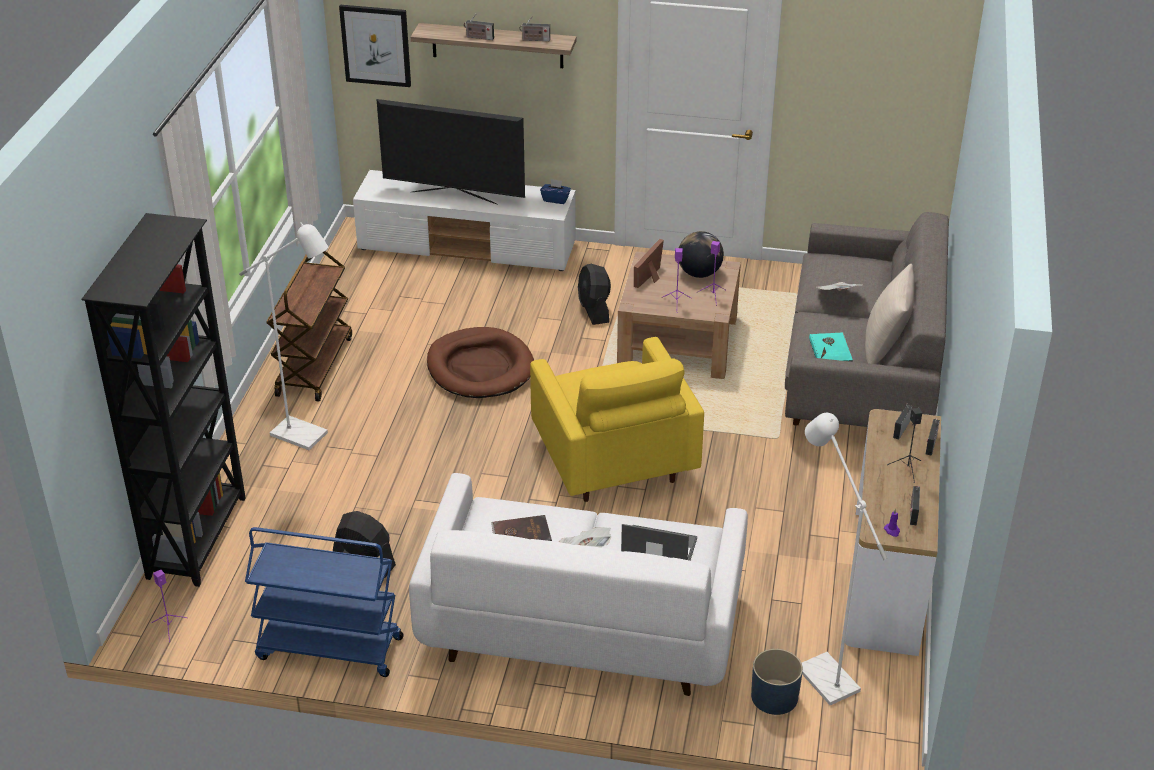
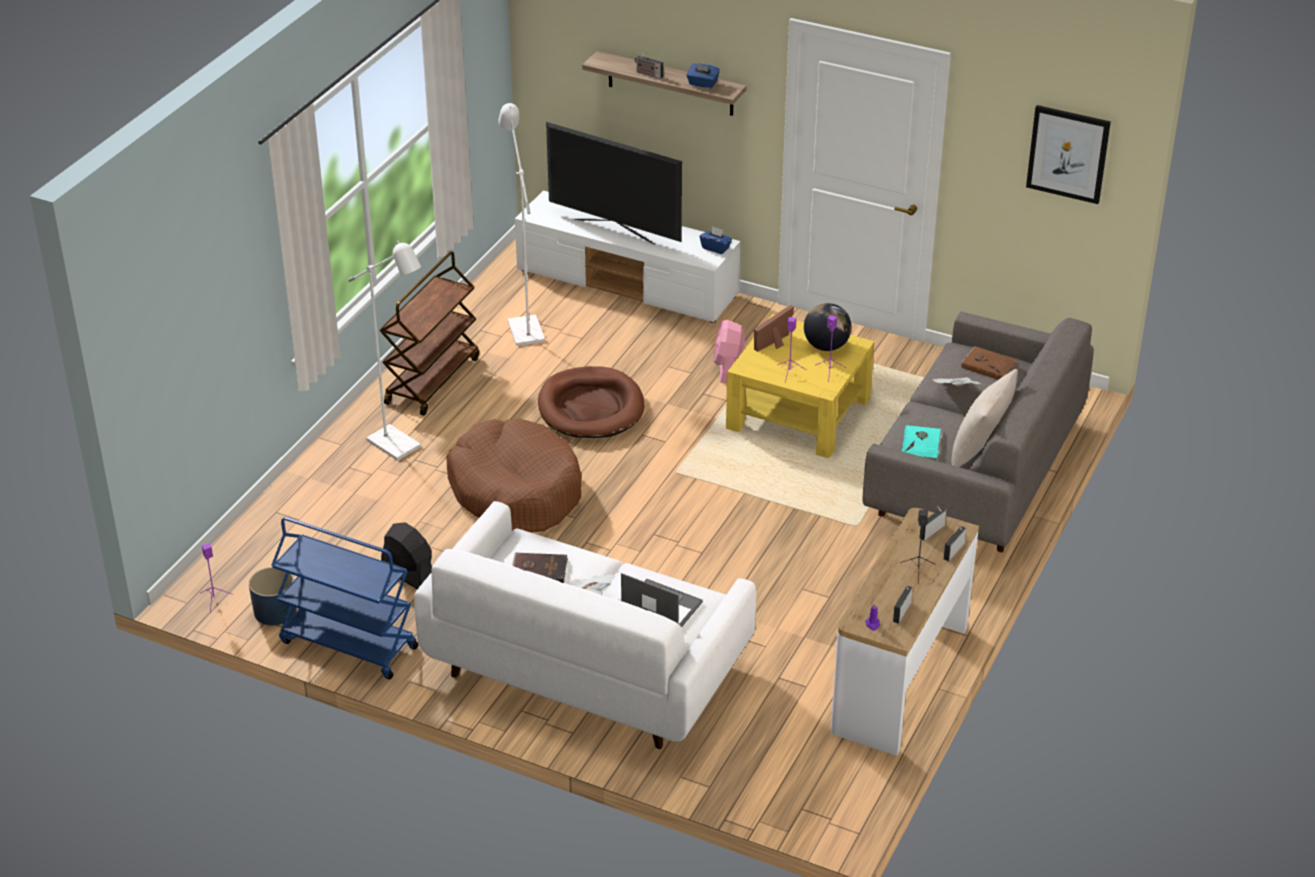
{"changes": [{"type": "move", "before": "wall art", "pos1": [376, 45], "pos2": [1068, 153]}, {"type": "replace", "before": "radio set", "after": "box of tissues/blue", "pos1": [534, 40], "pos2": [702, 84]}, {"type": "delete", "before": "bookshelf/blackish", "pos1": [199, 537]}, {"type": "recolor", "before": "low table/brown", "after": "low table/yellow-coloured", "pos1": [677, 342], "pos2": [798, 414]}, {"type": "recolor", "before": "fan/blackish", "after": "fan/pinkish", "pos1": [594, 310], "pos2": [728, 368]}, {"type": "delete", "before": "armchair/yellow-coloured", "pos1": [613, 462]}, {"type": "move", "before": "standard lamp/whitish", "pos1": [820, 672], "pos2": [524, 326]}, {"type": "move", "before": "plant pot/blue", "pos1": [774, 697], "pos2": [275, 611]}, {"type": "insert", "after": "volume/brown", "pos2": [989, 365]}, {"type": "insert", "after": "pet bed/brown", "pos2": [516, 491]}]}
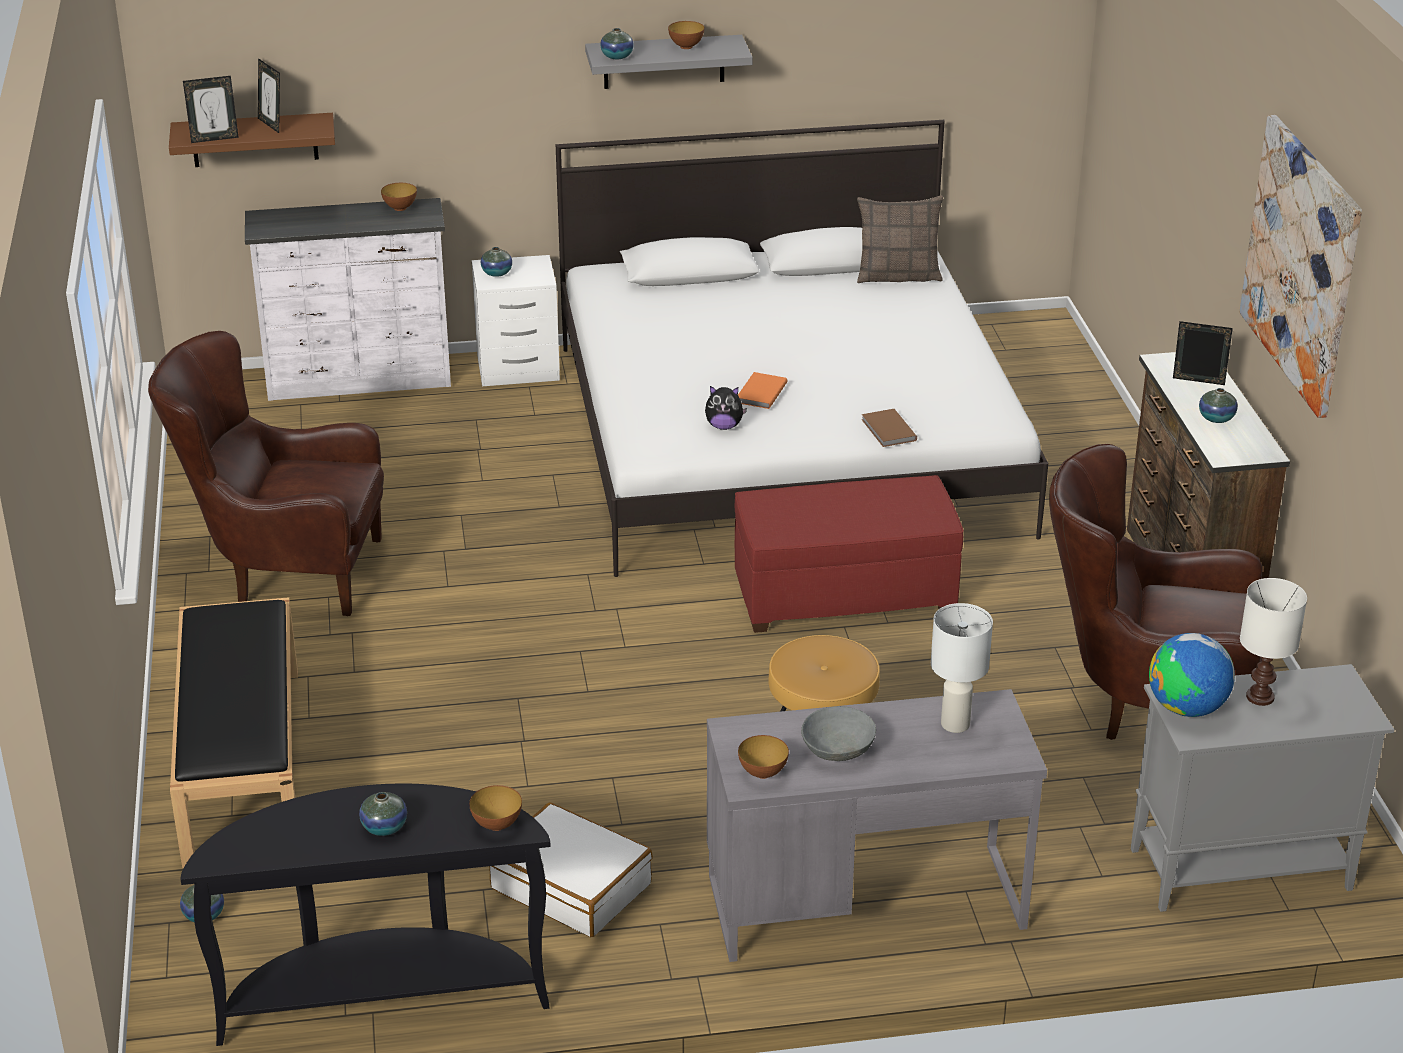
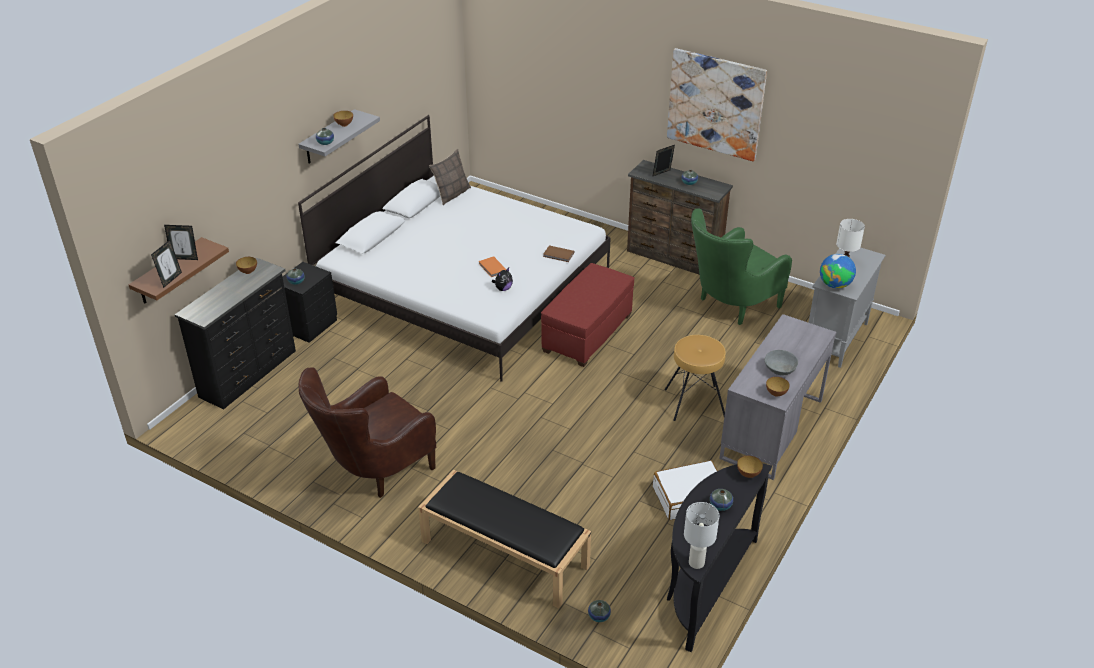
{"changes": [{"type": "recolor", "before": "dresser/whitish", "after": "dresser/blackish", "pos1": [360, 380], "pos2": [250, 374]}, {"type": "recolor", "before": "night table/whitish", "after": "night table/blackish", "pos1": [520, 369], "pos2": [311, 325]}, {"type": "recolor", "before": "armchair/brown", "after": "armchair/green", "pos1": [1144, 705], "pos2": [730, 306]}, {"type": "move", "before": "table lamp/whitish", "pos1": [956, 724], "pos2": [697, 562]}]}
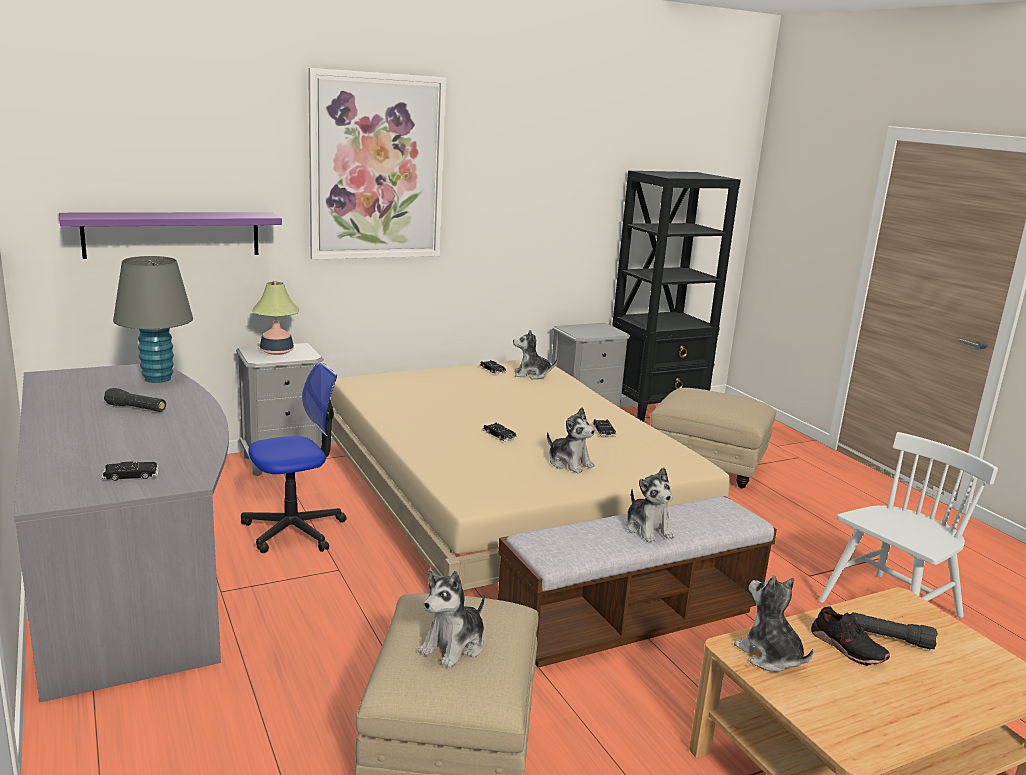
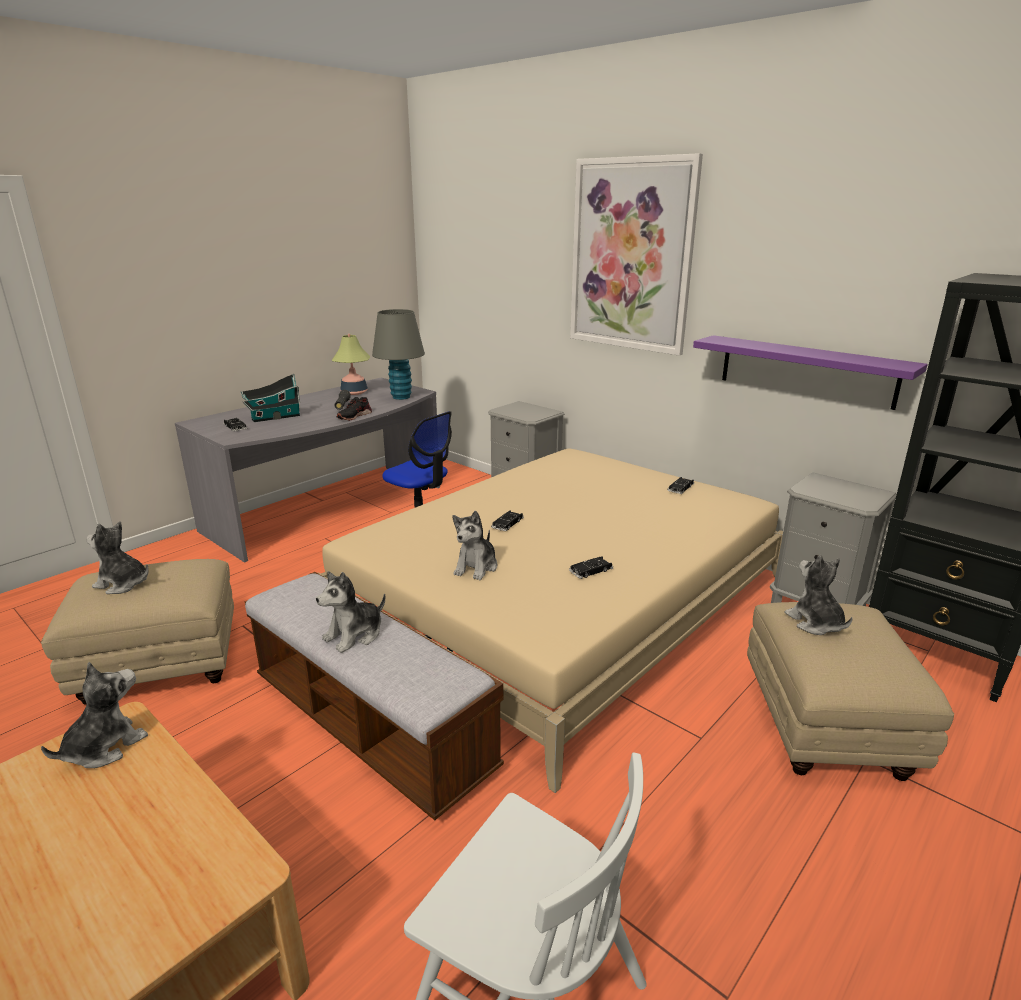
{"changes": [{"type": "move", "before": "wall shelf/purple-coloured", "pos1": [172, 234], "pos2": [806, 371]}, {"type": "move", "before": "table lamp", "pos1": [276, 351], "pos2": [354, 392]}, {"type": "move", "before": "cuddly toy", "pos1": [531, 375], "pos2": [815, 623]}, {"type": "move", "before": "shoe/blackish", "pos1": [846, 647], "pos2": [354, 416]}, {"type": "delete", "before": "torch/blackish", "pos1": [890, 638]}, {"type": "insert", "after": "model house", "pos2": [274, 417]}]}
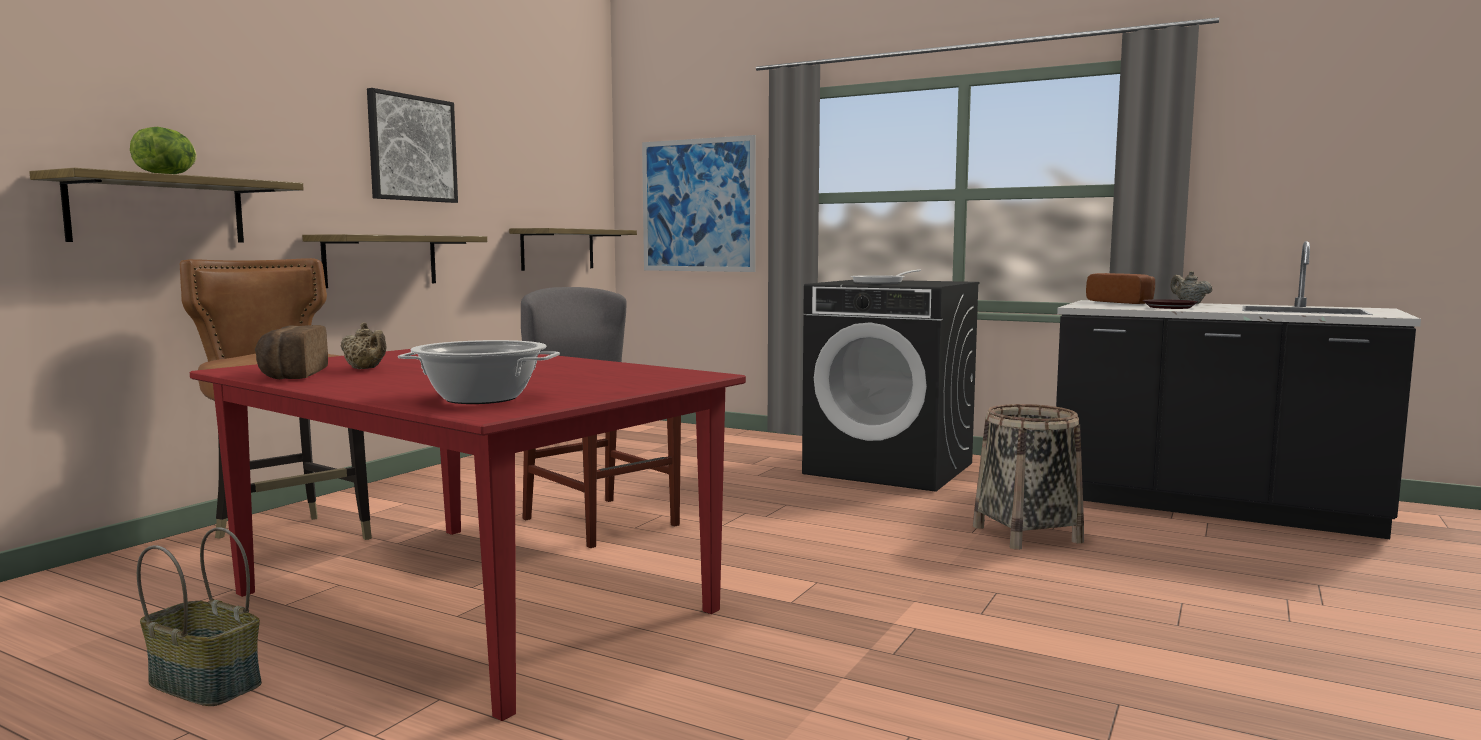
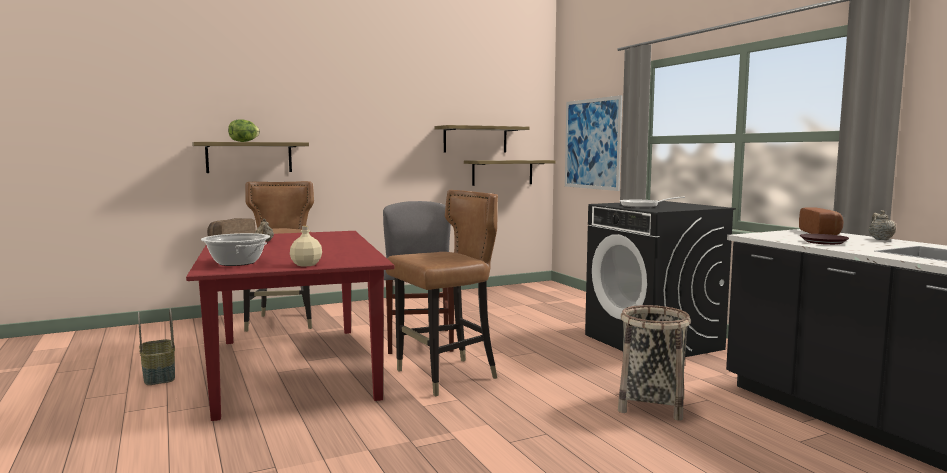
{"changes": [{"type": "delete", "before": "wall art", "pos1": [412, 148]}, {"type": "move", "before": "wall shelf", "pos1": [381, 260], "pos2": [475, 139]}, {"type": "insert", "after": "upright chair/brown", "pos2": [446, 376]}, {"type": "insert", "after": "beverage bottle/sand-coloured", "pos2": [306, 264]}]}
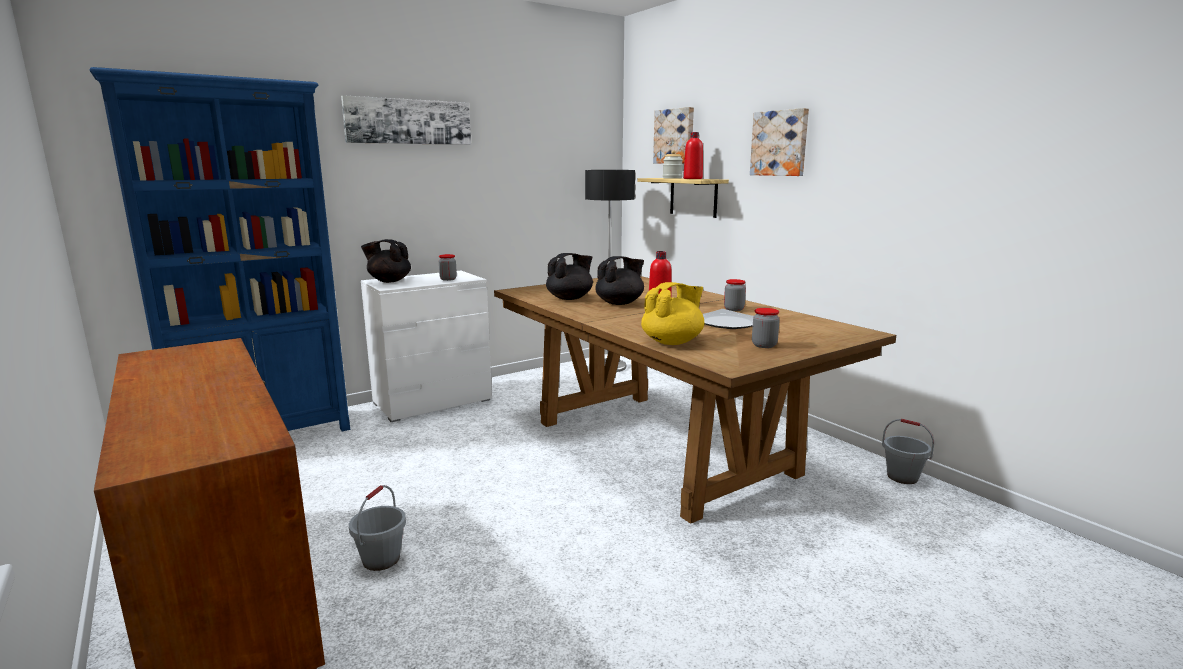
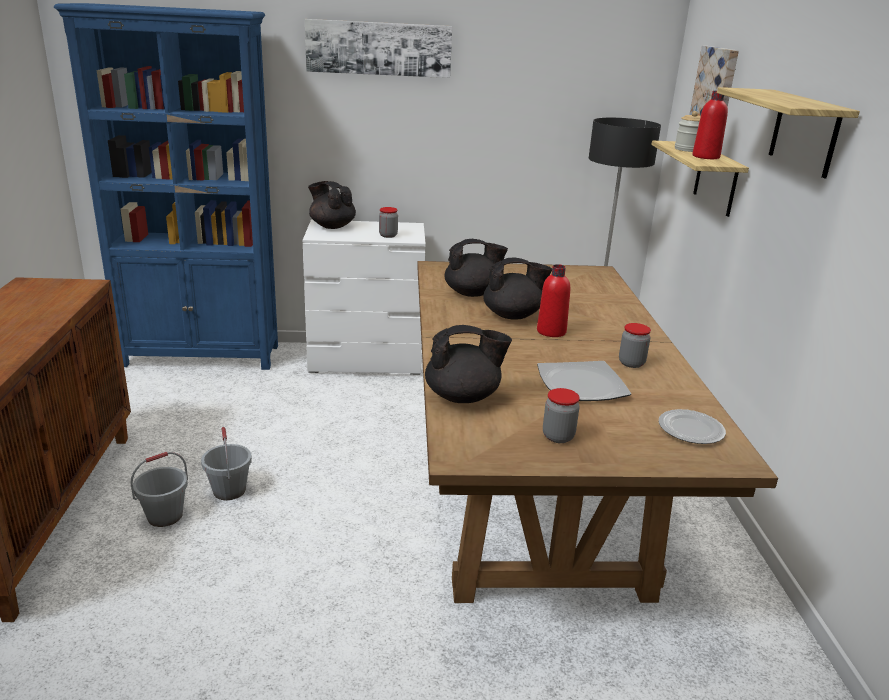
{"changes": [{"type": "replace", "before": "wall art", "after": "wall shelf", "pos1": [780, 143], "pos2": [804, 133]}, {"type": "recolor", "before": "tea pot/yellow-coloured", "after": "tea pot/blackish", "pos1": [673, 342], "pos2": [463, 397]}, {"type": "move", "before": "pail/greyish", "pos1": [902, 477], "pos2": [230, 490]}, {"type": "insert", "after": "dinner plate", "pos2": [691, 430]}]}
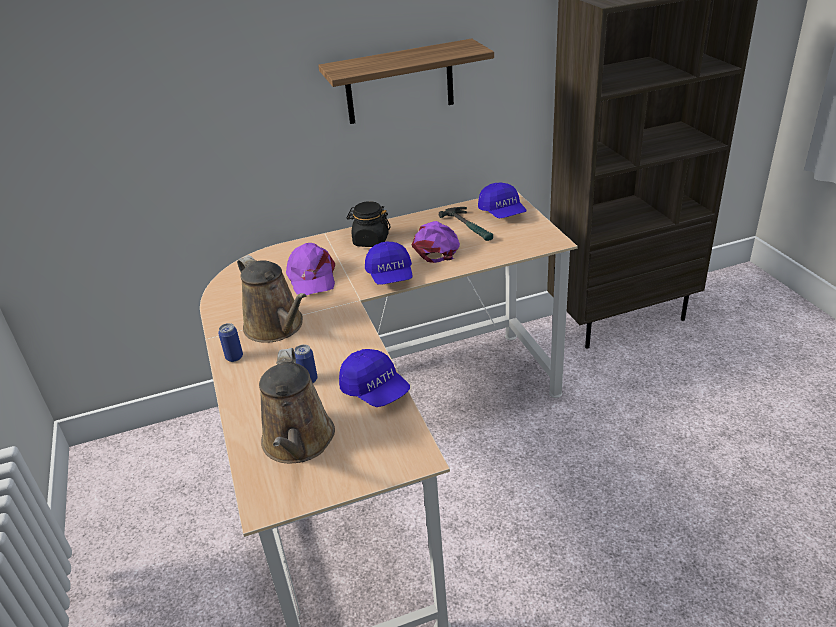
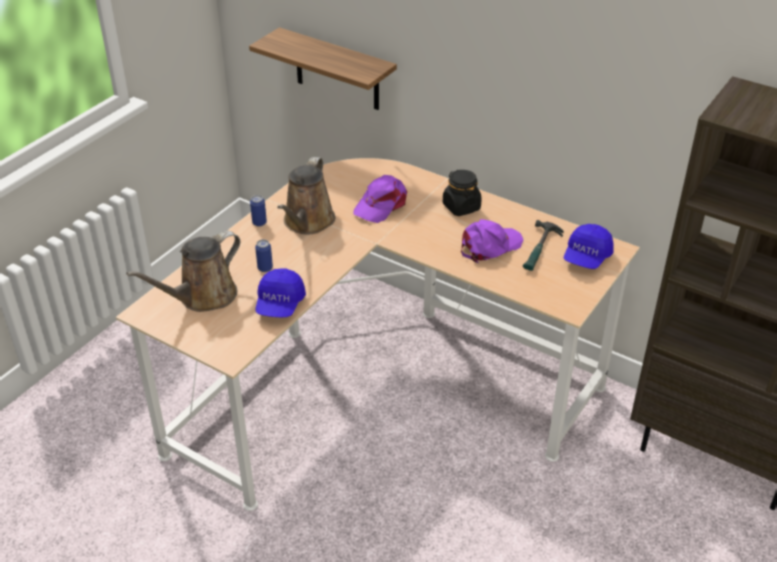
{"changes": [{"type": "move", "before": "wall shelf", "pos1": [399, 82], "pos2": [337, 70]}, {"type": "delete", "before": "cap/blue", "pos1": [390, 276]}]}
